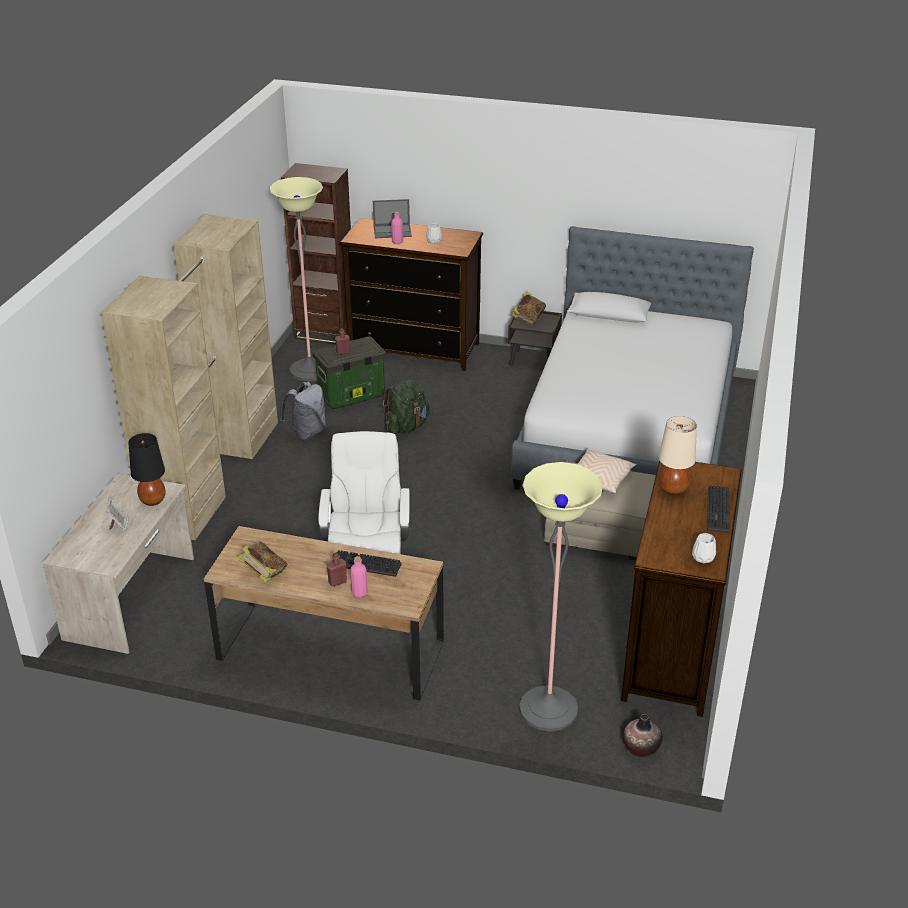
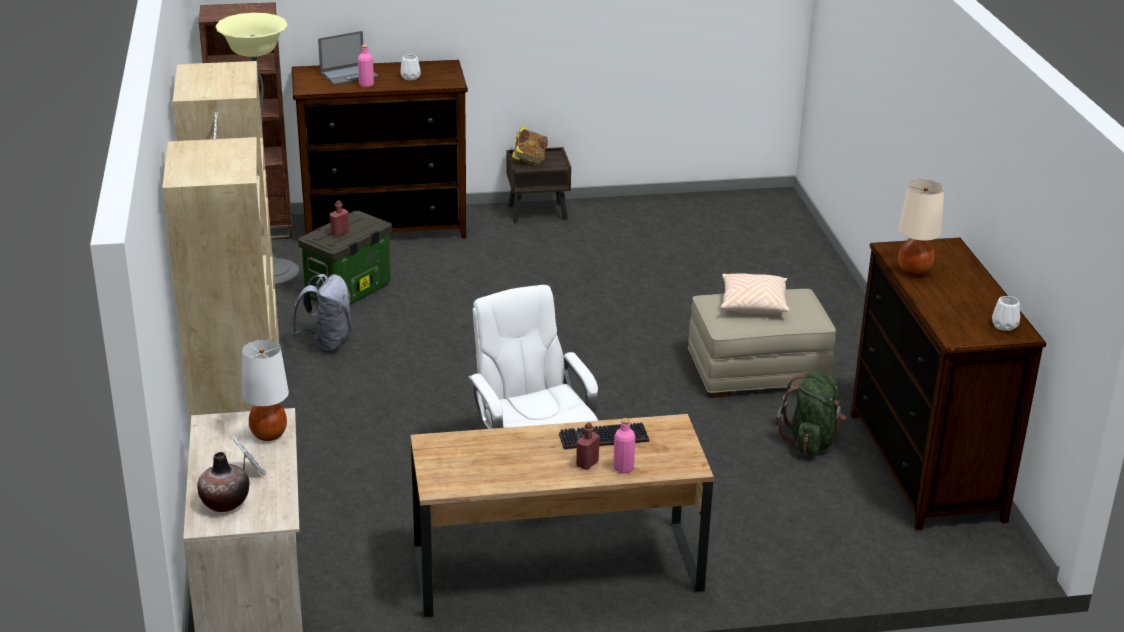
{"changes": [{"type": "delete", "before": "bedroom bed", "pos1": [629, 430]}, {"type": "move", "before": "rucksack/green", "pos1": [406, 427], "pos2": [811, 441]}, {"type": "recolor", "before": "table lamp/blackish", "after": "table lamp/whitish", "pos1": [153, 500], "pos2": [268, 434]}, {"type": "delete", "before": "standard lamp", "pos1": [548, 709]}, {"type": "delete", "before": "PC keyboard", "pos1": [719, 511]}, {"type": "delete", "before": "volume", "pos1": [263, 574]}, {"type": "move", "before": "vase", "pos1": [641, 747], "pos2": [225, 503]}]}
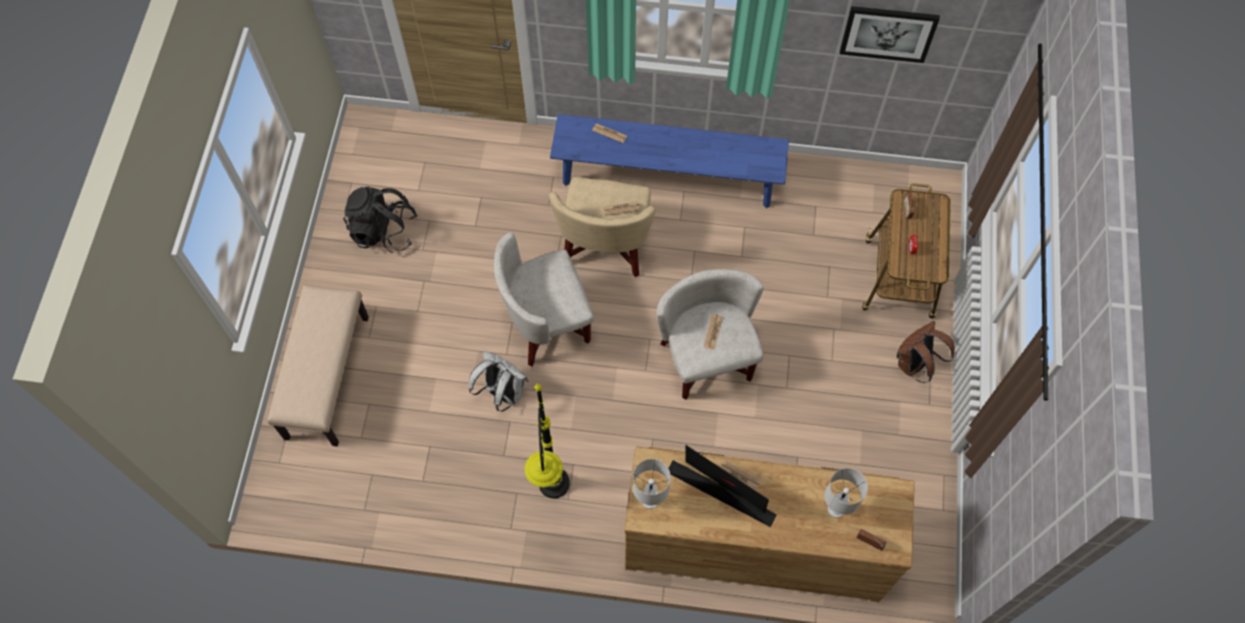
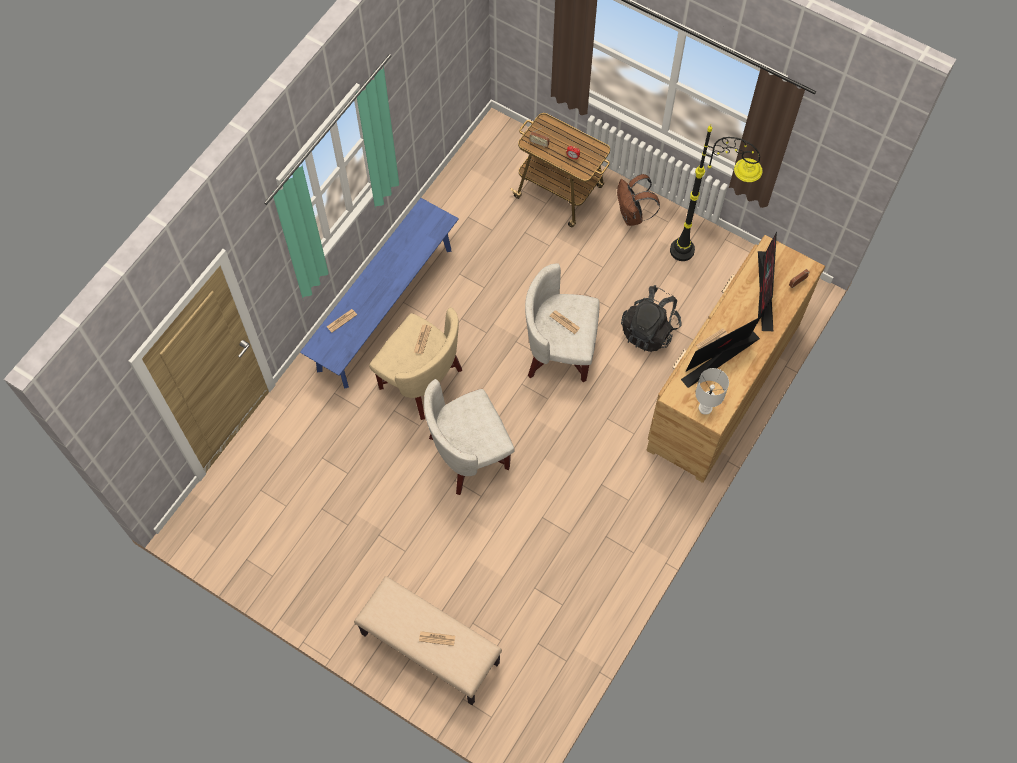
{"changes": [{"type": "delete", "before": "wall art", "pos1": [888, 33]}, {"type": "move", "before": "rucksack/blackish", "pos1": [384, 231], "pos2": [649, 330]}, {"type": "rotate", "before": "armchair/whitish", "pos1": [546, 323], "pos2": [468, 454], "turn": 60}, {"type": "delete", "before": "rucksack/whitish", "pos1": [502, 392]}, {"type": "move", "before": "standard lamp/blackish", "pos1": [555, 509], "pos2": [702, 257]}, {"type": "replace", "before": "table lamp/whitish", "after": "computer display", "pos1": [836, 510], "pos2": [765, 292]}, {"type": "insert", "after": "daily paper", "pos2": [437, 638]}]}
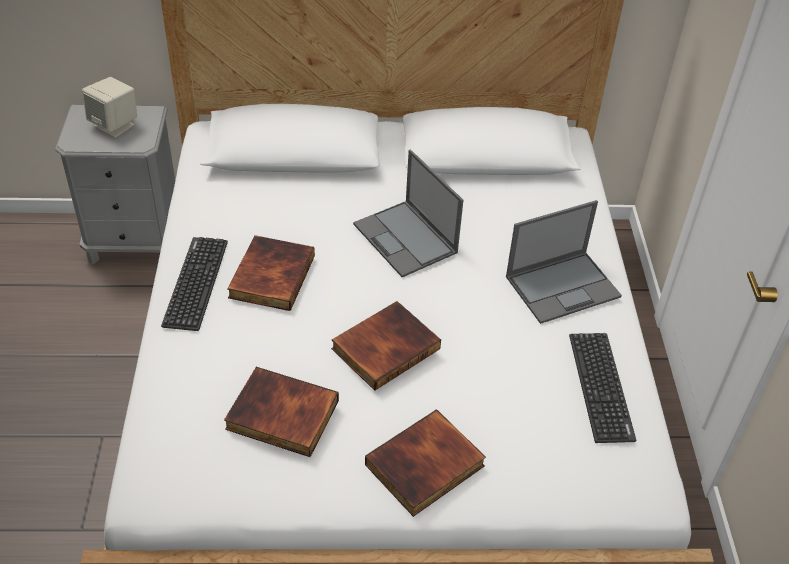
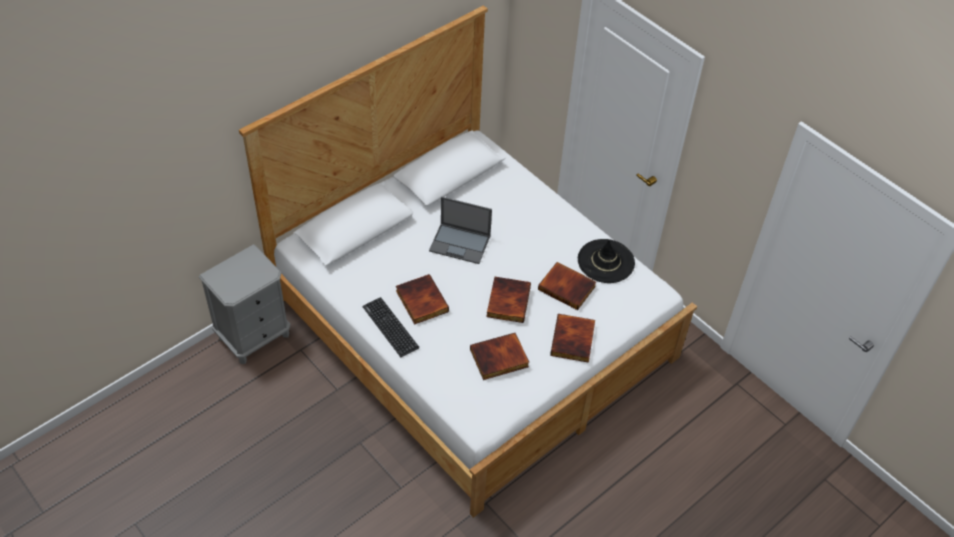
{"changes": [{"type": "delete", "before": "loudspeaker/sand-coloured", "pos1": [115, 125]}, {"type": "delete", "before": "notebook computer", "pos1": [563, 286]}, {"type": "replace", "before": "PC keyboard", "after": "hat/blackish", "pos1": [600, 386], "pos2": [606, 261]}, {"type": "insert", "after": "volume", "pos2": [567, 287]}]}
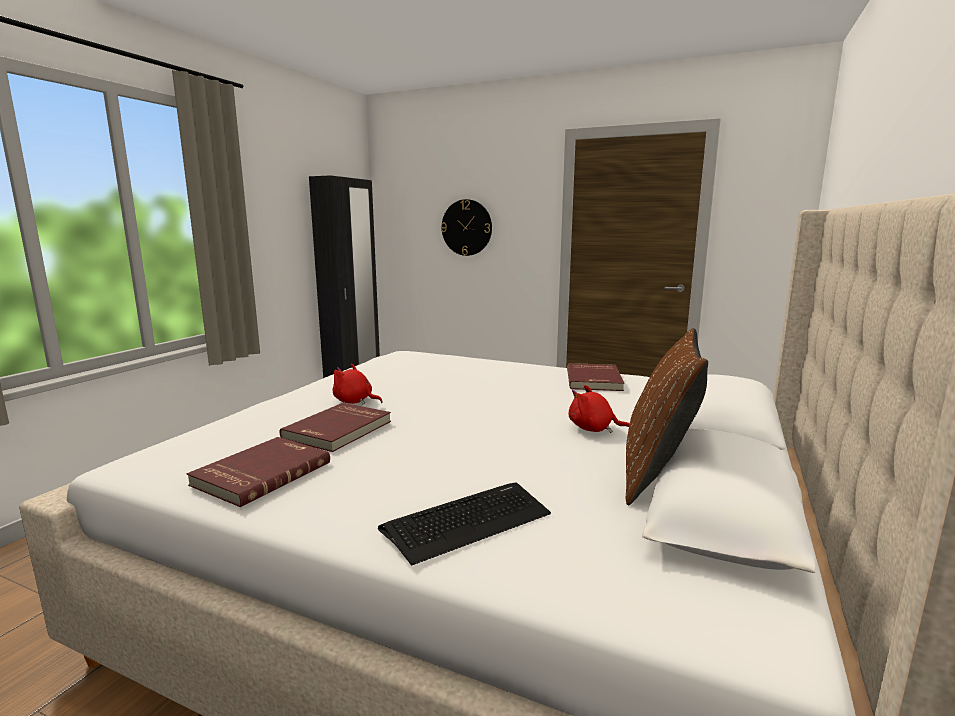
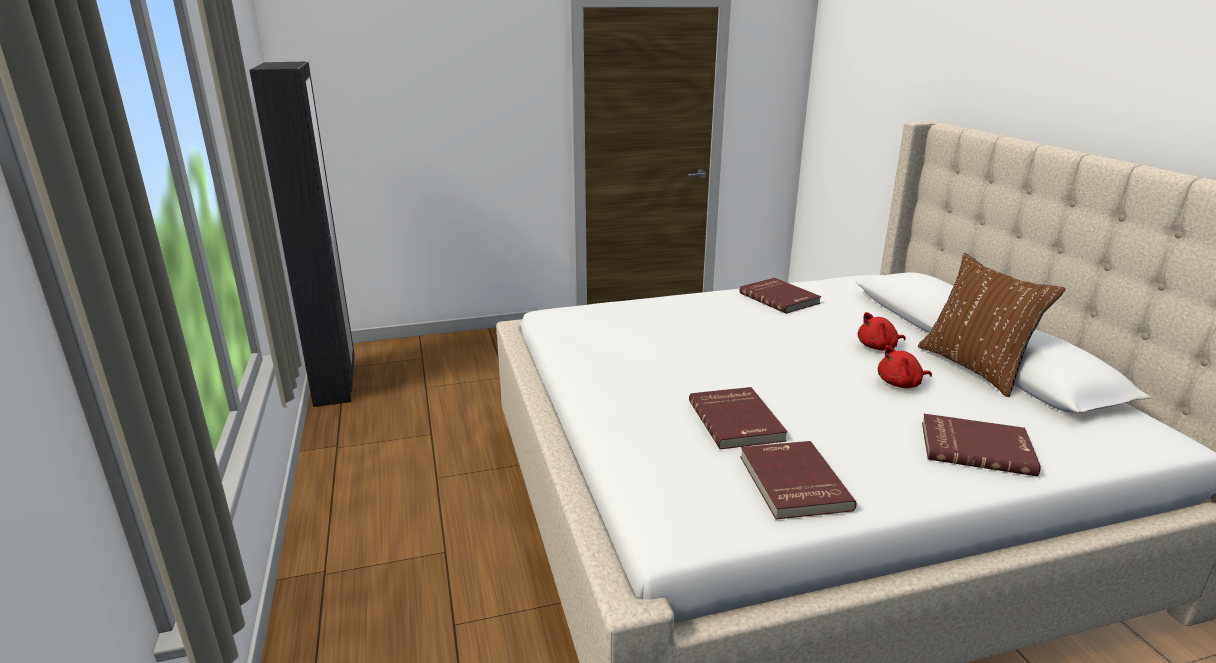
{"changes": [{"type": "delete", "before": "clock on the wall", "pos1": [466, 227]}, {"type": "move", "before": "cuddly toy/reddish", "pos1": [355, 402], "pos2": [901, 384]}, {"type": "replace", "before": "PC keyboard", "after": "volume/reddish", "pos1": [467, 521], "pos2": [976, 447]}]}
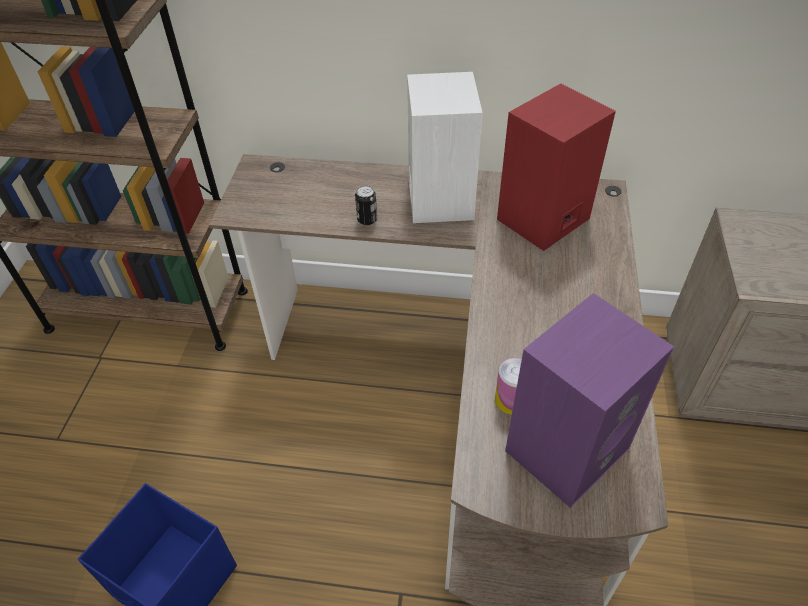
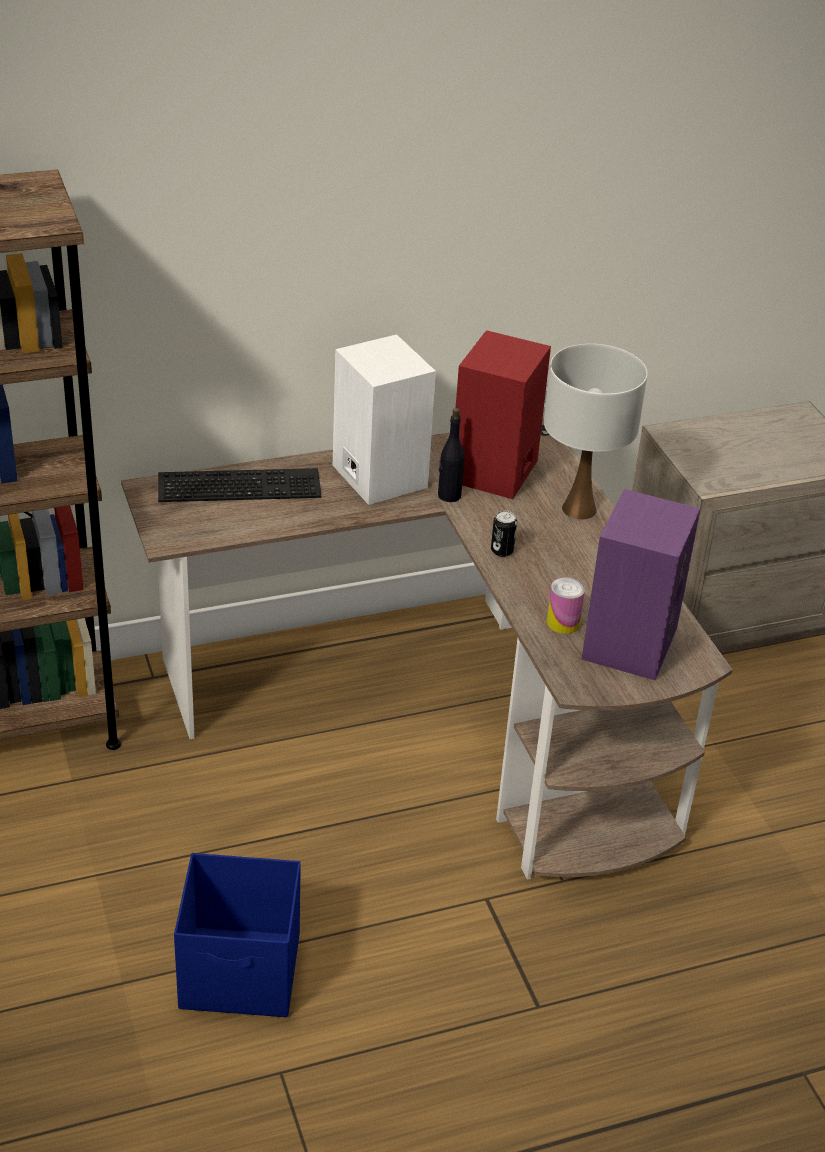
{"changes": [{"type": "move", "before": "metal can", "pos1": [367, 219], "pos2": [502, 550]}, {"type": "insert", "after": "table lamp/whitish", "pos2": [579, 509]}, {"type": "insert", "after": "beverage bottle/blackish", "pos2": [449, 495]}, {"type": "insert", "after": "PC keyboard", "pos2": [241, 484]}]}
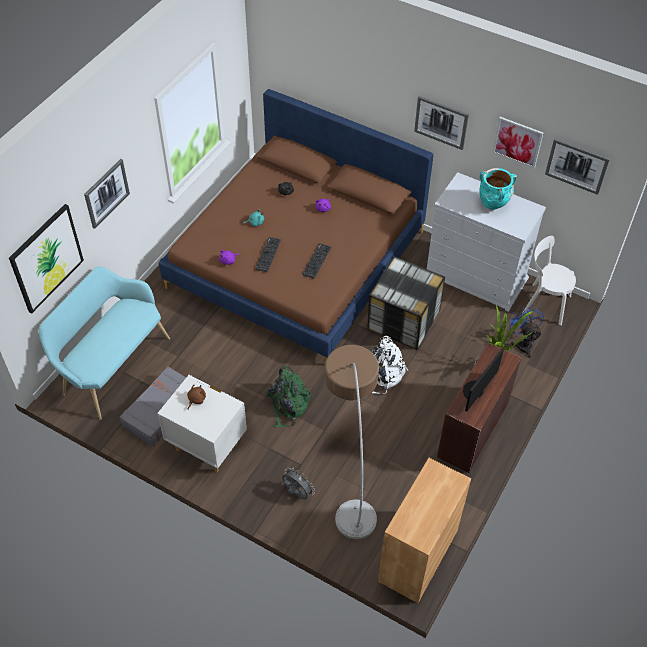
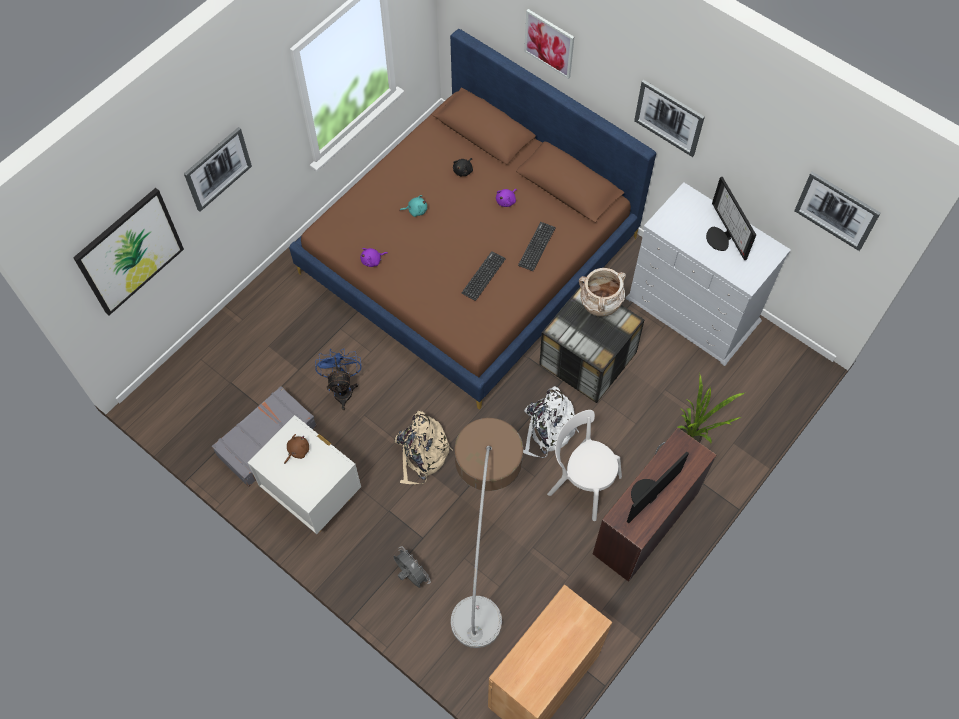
{"changes": [{"type": "move", "before": "wall art", "pos1": [517, 142], "pos2": [549, 43]}, {"type": "replace", "before": "vase/blue-green", "after": "computer display", "pos1": [493, 205], "pos2": [721, 238]}, {"type": "move", "before": "upright chair/whitish", "pos1": [544, 303], "pos2": [581, 483]}, {"type": "move", "before": "PC keyboard", "pos1": [268, 254], "pos2": [536, 246]}, {"type": "delete", "before": "bench/blue-green", "pos1": [112, 365]}, {"type": "move", "before": "fan/blue", "pos1": [523, 343], "pos2": [342, 388]}, {"type": "recolor", "before": "rucksack/green", "after": "rucksack/sand-coloured", "pos1": [288, 404], "pos2": [422, 454]}, {"type": "insert", "after": "vase/sand-coloured", "pos2": [599, 309]}]}
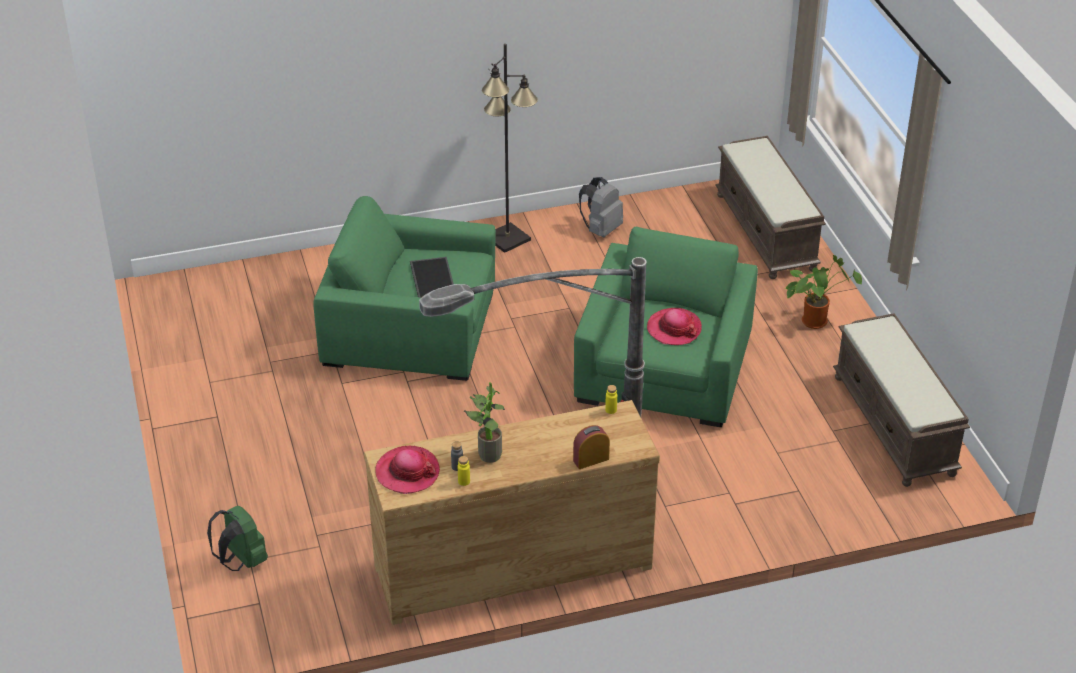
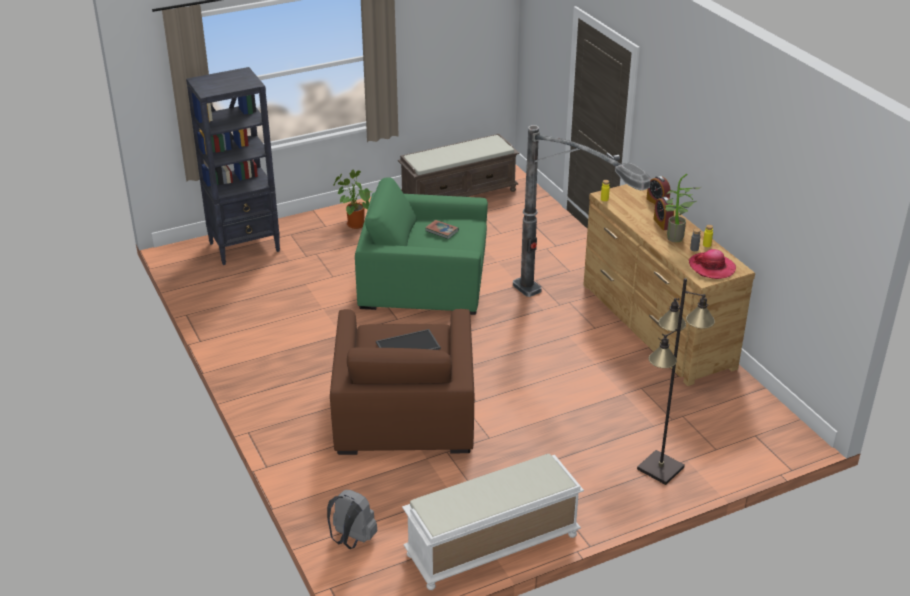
{"changes": [{"type": "move", "before": "standard lamp/blackish", "pos1": [506, 238], "pos2": [660, 469]}, {"type": "replace", "before": "bench/brown", "after": "bookshelf/blackish", "pos1": [767, 232], "pos2": [245, 247]}, {"type": "move", "before": "rucksack/greyish", "pos1": [601, 229], "pos2": [352, 539]}, {"type": "recolor", "before": "armchair/green", "after": "armchair/brown", "pos1": [411, 328], "pos2": [404, 409]}, {"type": "replace", "before": "hat", "after": "volume", "pos1": [674, 329], "pos2": [442, 231]}, {"type": "delete", "before": "rucksack/green", "pos1": [241, 561]}, {"type": "insert", "after": "alarm clock", "pos2": [662, 223]}, {"type": "insert", "after": "bench/whitish", "pos2": [492, 546]}]}
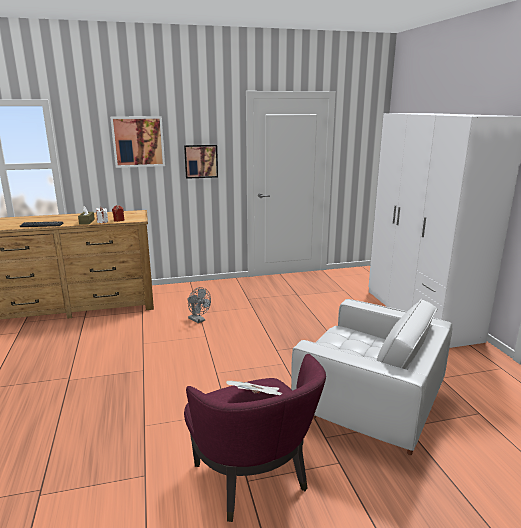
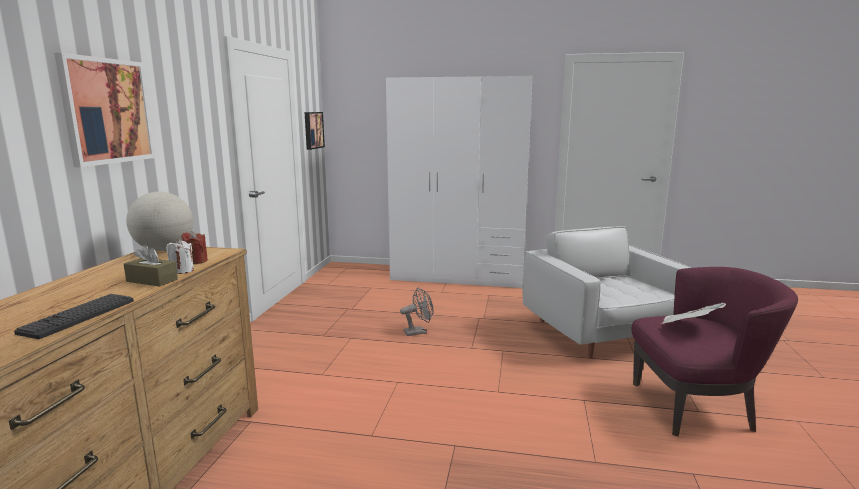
{"changes": [{"type": "move", "before": "wall art", "pos1": [201, 161], "pos2": [312, 130]}, {"type": "move", "before": "fan/greyish", "pos1": [198, 320], "pos2": [418, 332]}, {"type": "rotate", "before": "armchair/whitish", "pos1": [367, 409], "pos2": [600, 335], "turn": -75}, {"type": "insert", "after": "globe", "pos2": [164, 249]}]}
